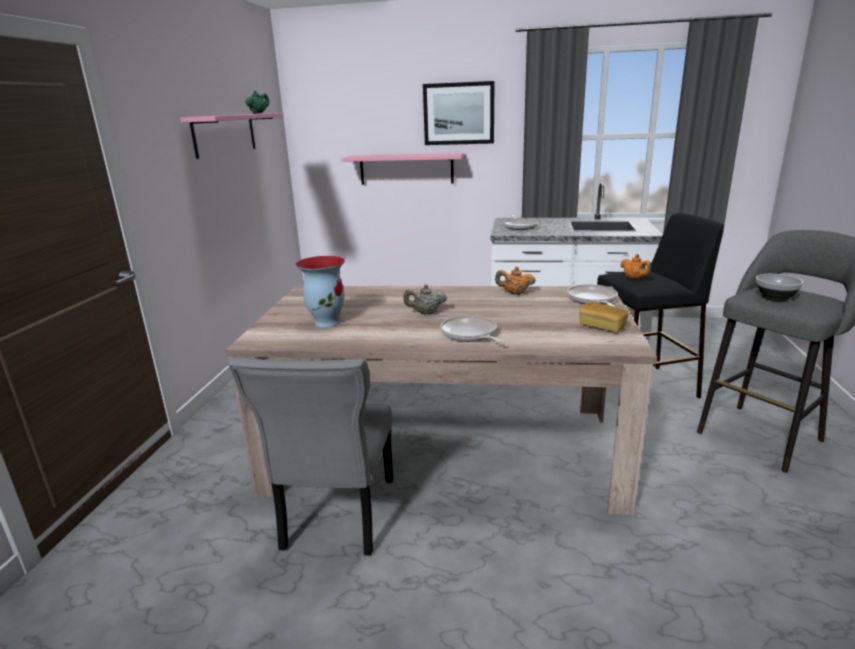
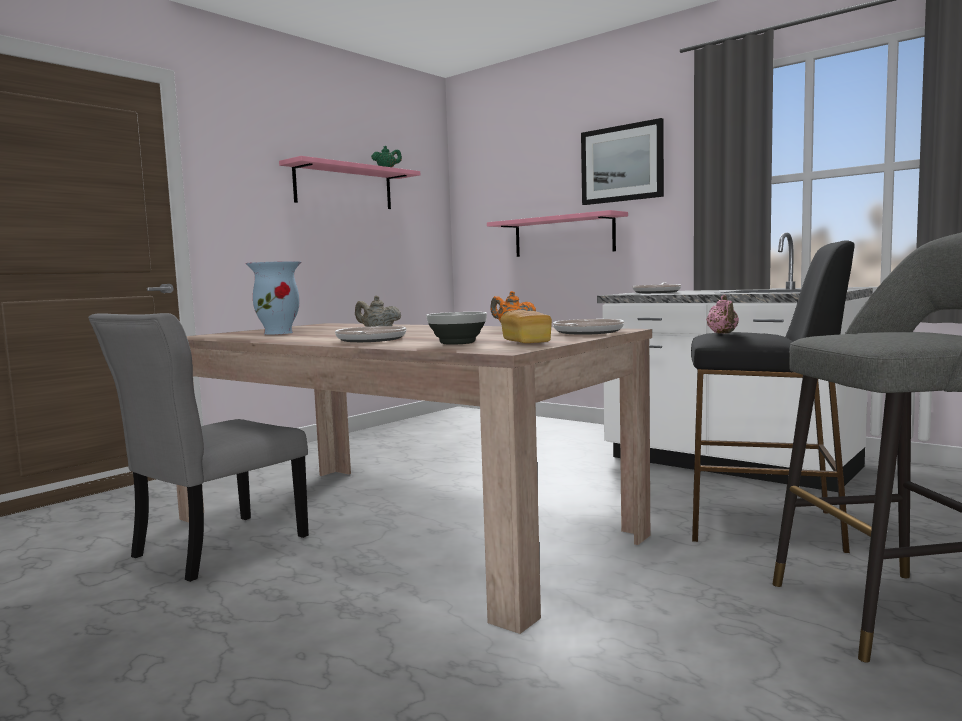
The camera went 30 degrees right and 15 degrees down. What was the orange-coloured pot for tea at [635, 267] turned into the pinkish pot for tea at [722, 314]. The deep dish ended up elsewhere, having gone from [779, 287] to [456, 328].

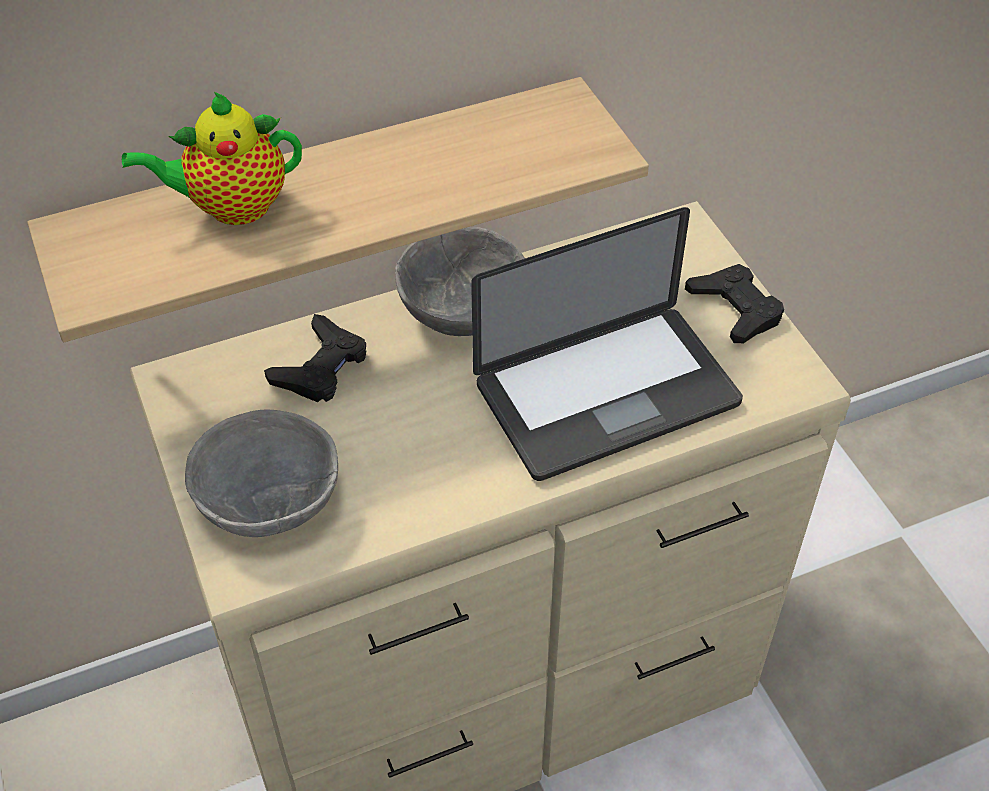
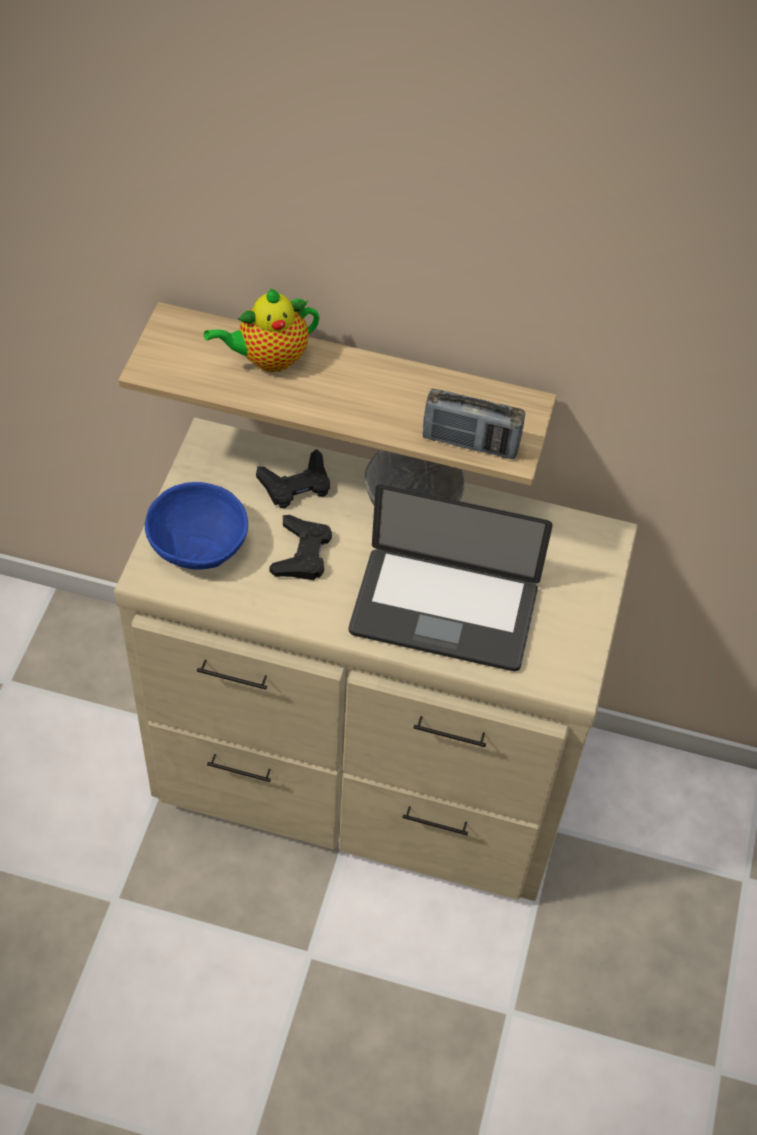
The camera went 35 degrees right and 5 degrees up. The pot for tea at [212, 158] ended up facing another way, 45 degrees counterclockwise from before. The blackish game controller ended up elsewhere, having gone from [734, 303] to [300, 547]. What was the greyish deep dish at [261, 473] turned into the blue-coloured deep dish at [196, 526]. The second view gained the radio receiver at [474, 423].

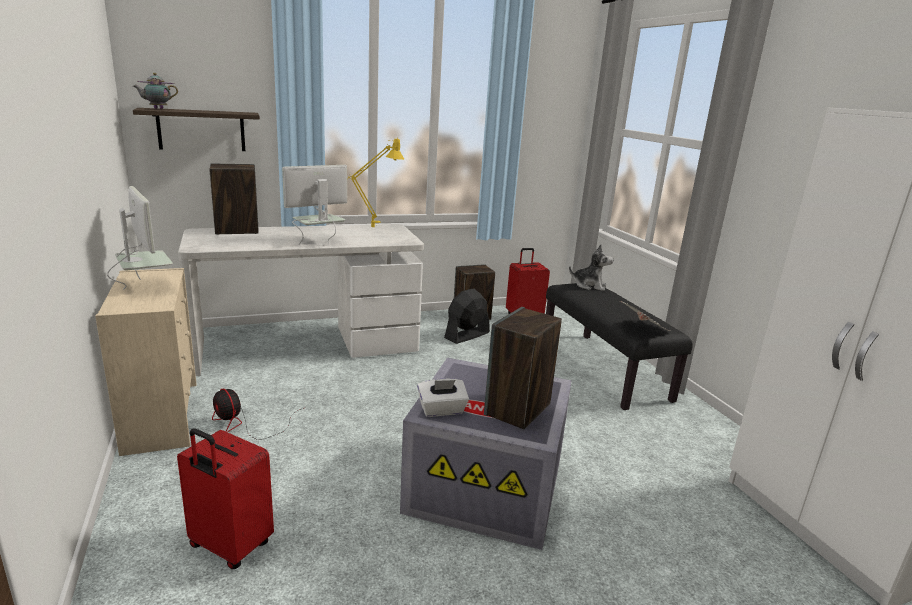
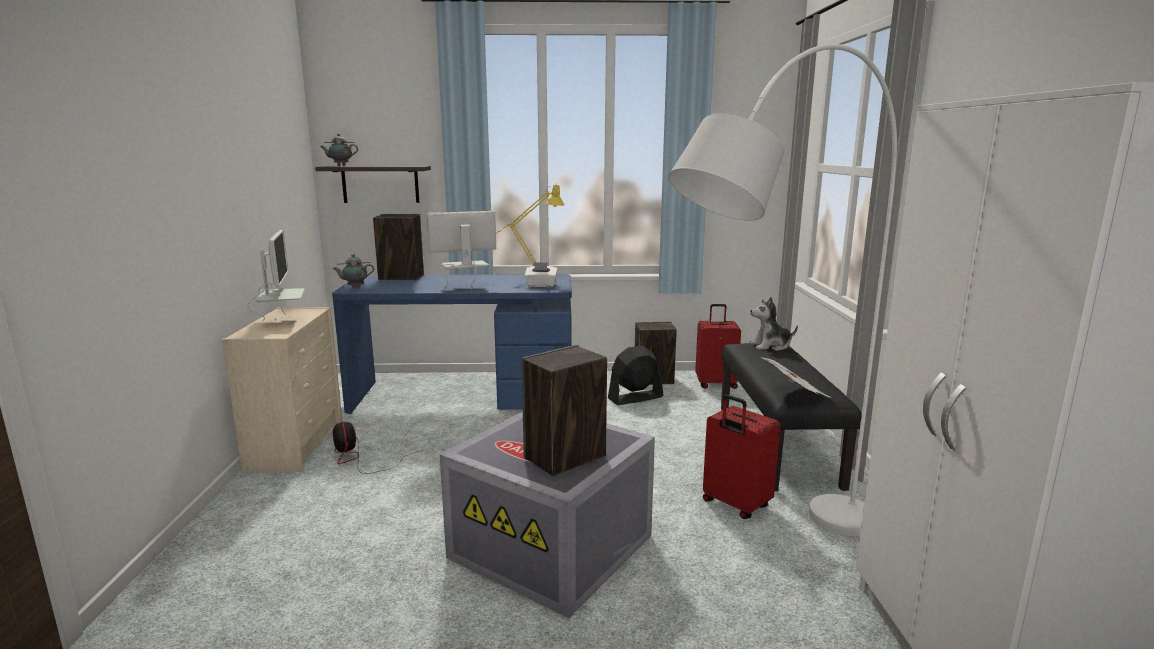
The camera went 20 degrees right and 5 degrees down. What was the white-coloured desk unit at [301, 300] turned into the blue-coloured desk unit at [452, 344]. The cuddly toy at [591, 267] ended up facing another way, 135 degrees clockwise from before. The white-coloured tissue holder ended up elsewhere, having gone from [443, 397] to [541, 274]. The red-coloured suitcase ended up elsewhere, having gone from [225, 498] to [741, 457]. The second view gained the white-coloured standard lamp at [783, 290]. The second view gained the pot for tea at [353, 270].

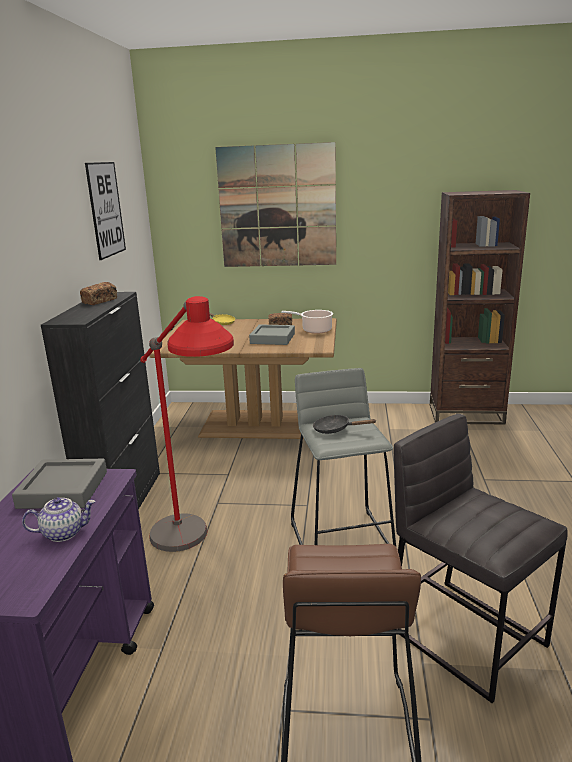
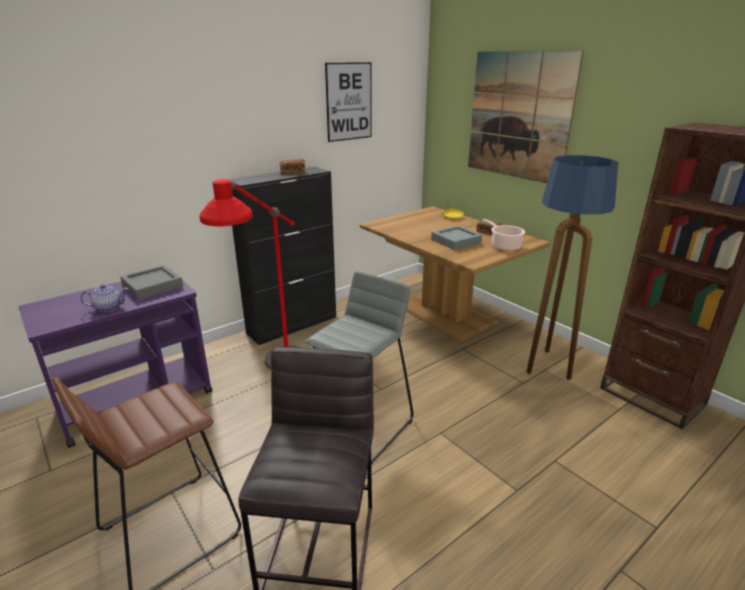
The camera went 45 degrees right and 5 degrees up. The second view lost the blackish frying pan at [345, 424]. The pot for tea at [58, 519] ended up facing another way, 45 degrees counterclockwise from before. The second view gained the standard lamp at [572, 267].

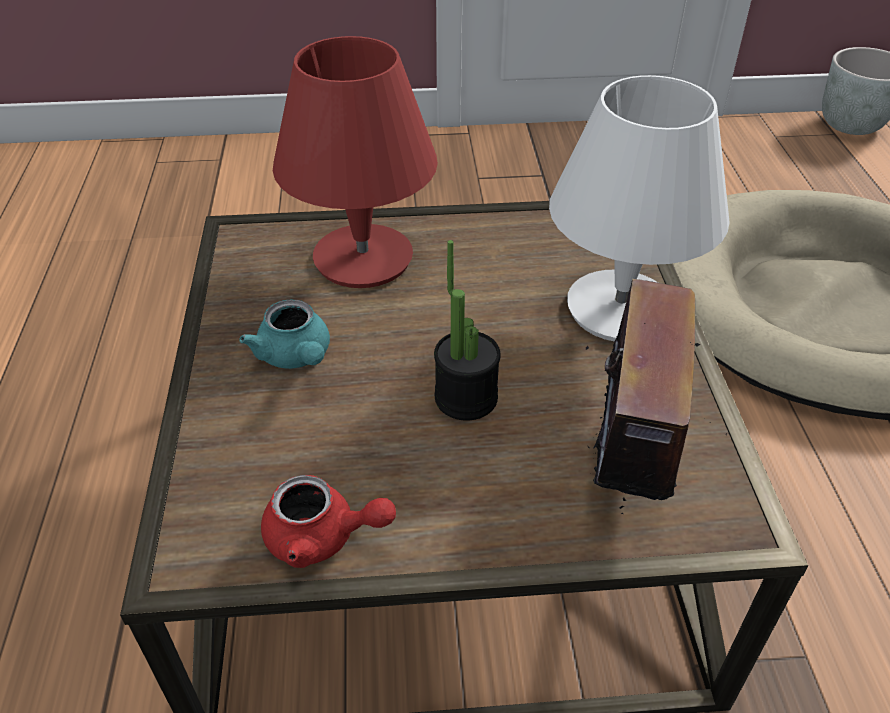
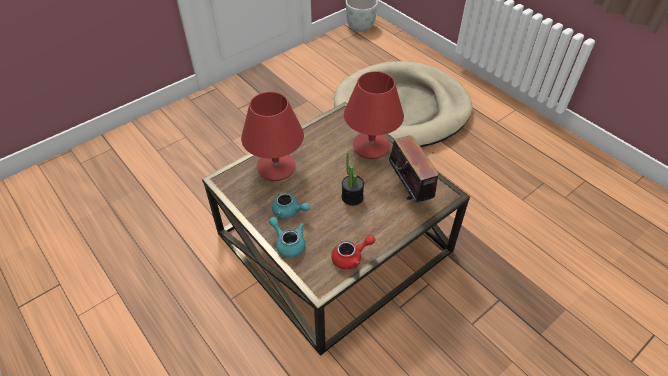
The camera went 35 degrees left and 5 degrees up. What was the white-coloured table lamp at [639, 208] turned into the red-coloured table lamp at [374, 115]. The second view gained the blue-green pot for tea at [287, 237].

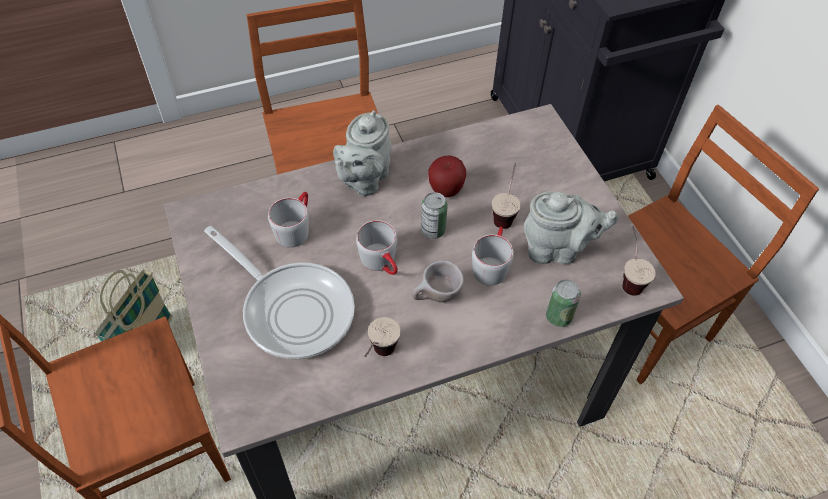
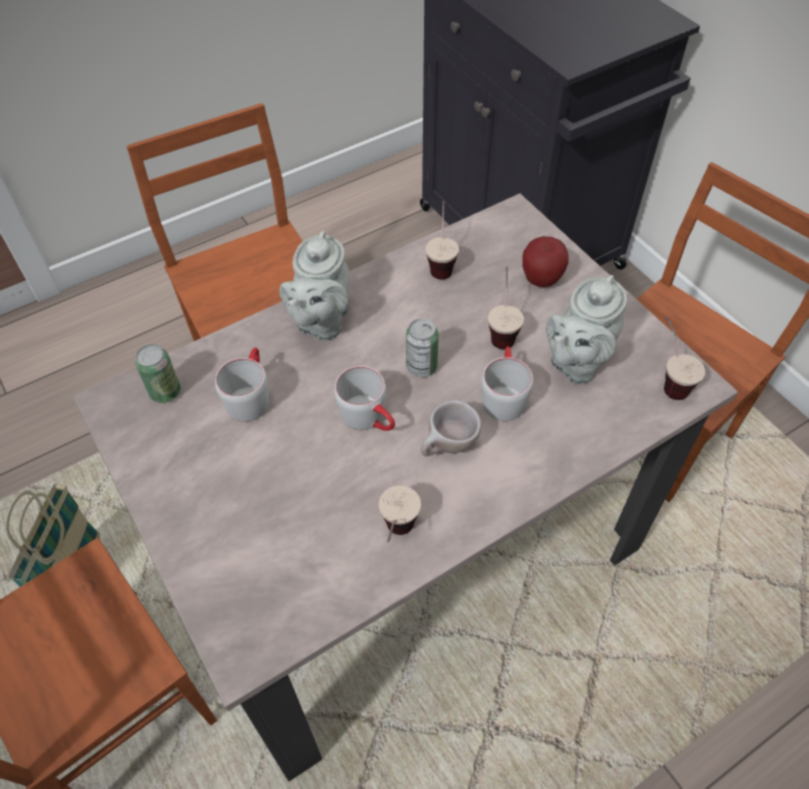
The camera went 10 degrees left and 0 degrees up. The whole apple ended up elsewhere, having gone from [447, 176] to [545, 261]. The greyish pot for tea at [571, 227] ended up facing another way, 135 degrees clockwise from before. The second view lost the frying pan at [279, 293]. The can ended up elsewhere, having gone from [563, 303] to [158, 373]. The second view gained the cup at [442, 240].

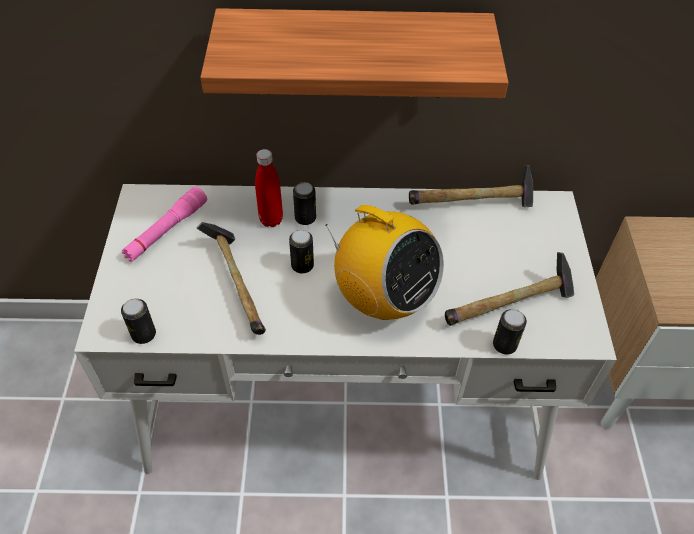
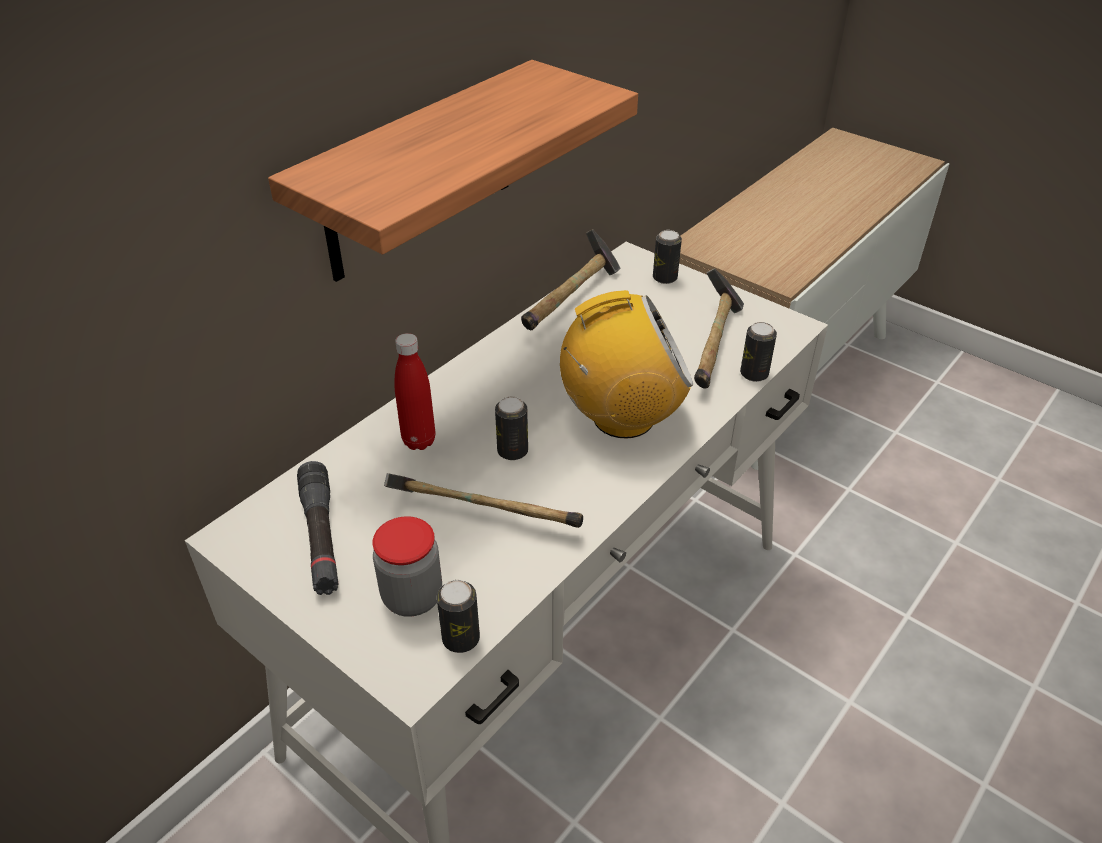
The camera went 50 degrees left and 10 degrees down. The can ended up elsewhere, having gone from [304, 203] to [667, 257]. What was the pinkish flashlight at [164, 224] turned into the blackish flashlight at [317, 528]. The second view gained the jar at [407, 566].

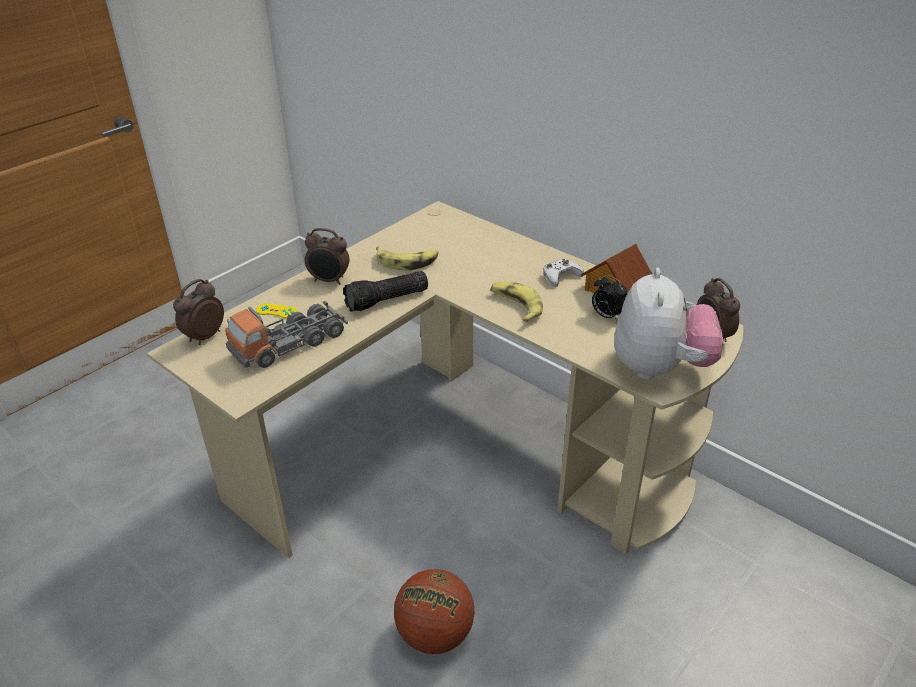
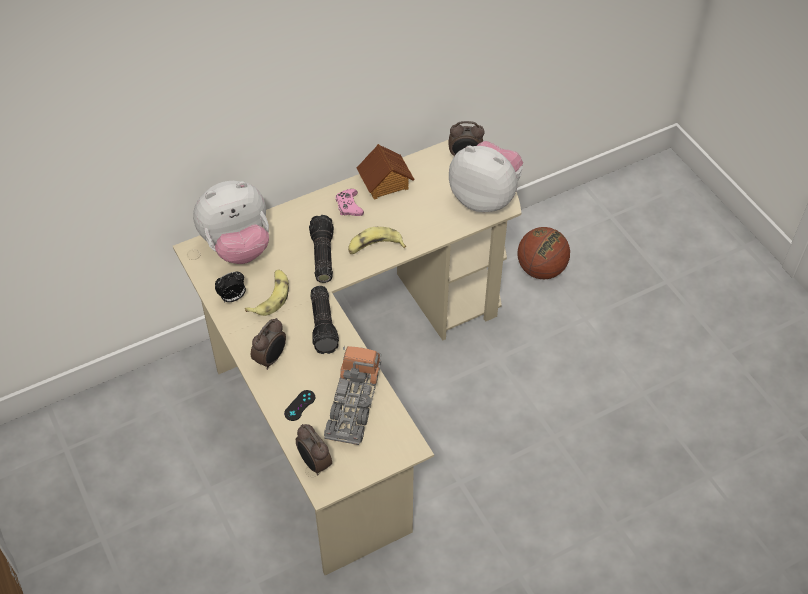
The camera went 70 degrees left and 15 degrees up. What was the white-coloured game controller at [563, 273] turned into the pinkish game controller at [350, 202]. The alarm clock ended up elsewhere, having gone from [609, 298] to [230, 287]. The toy lorry at [287, 334] ended up facing another way, 150 degrees counterclockwise from before. What was the yellow-coloured game controller at [277, 310] turned into the blackish game controller at [299, 405]. The ball for basketball ended up elsewhere, having gone from [434, 611] to [544, 253]. The second view gained the cuddly toy at [231, 222]. The second view gained the flashlight at [321, 249].

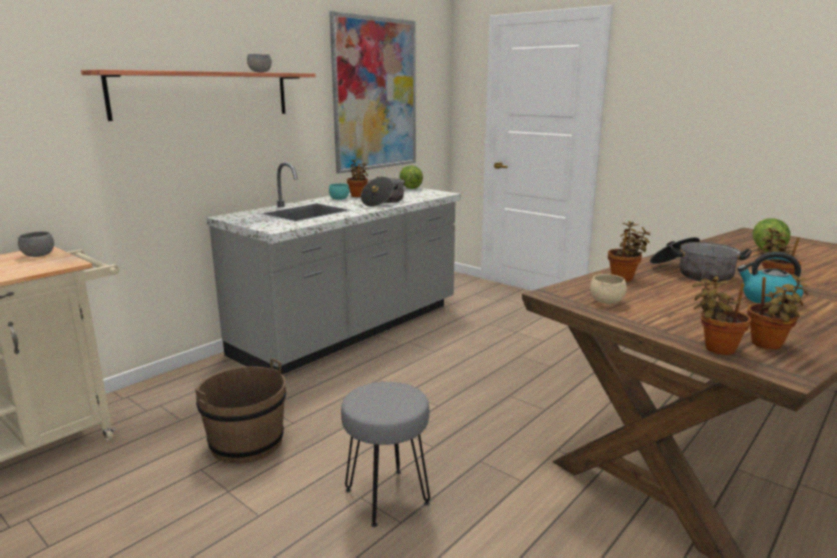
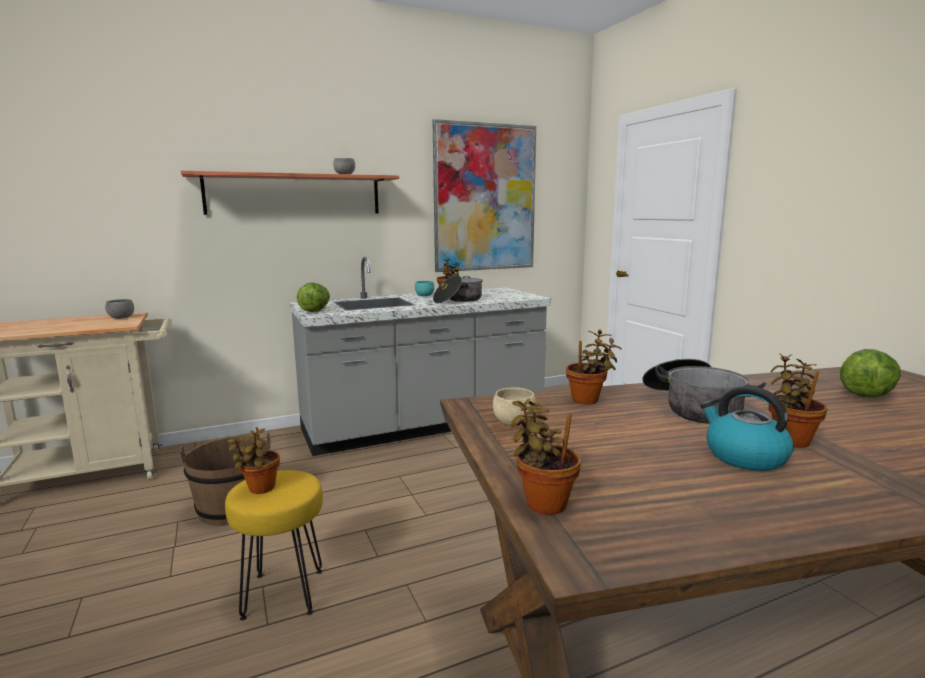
The camera went 25 degrees right and 5 degrees down. The lettuce head ended up elsewhere, having gone from [411, 177] to [313, 297]. The plant in a pot ended up elsewhere, having gone from [777, 312] to [254, 460]. What was the greyish stool at [385, 454] turned into the yellow-coloured stool at [274, 545].

